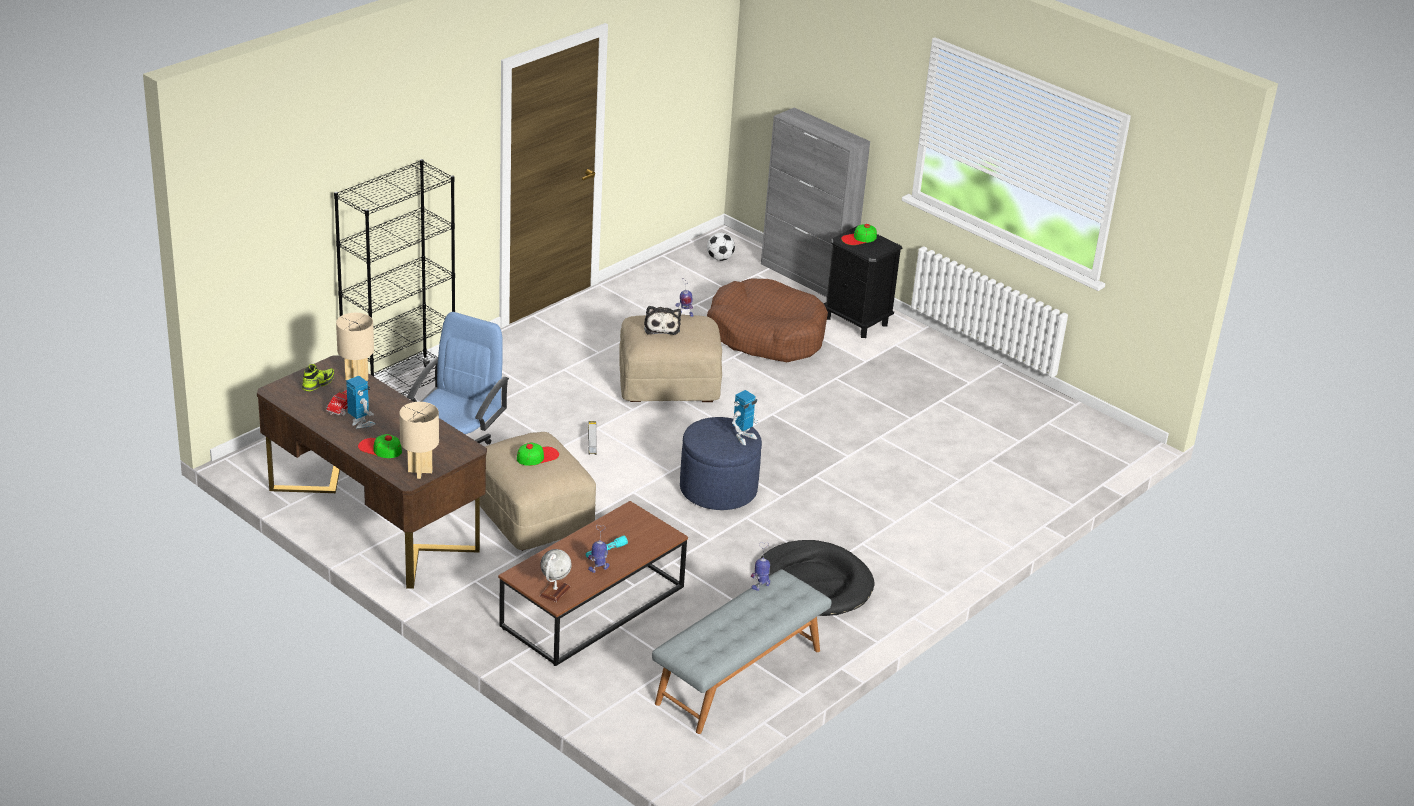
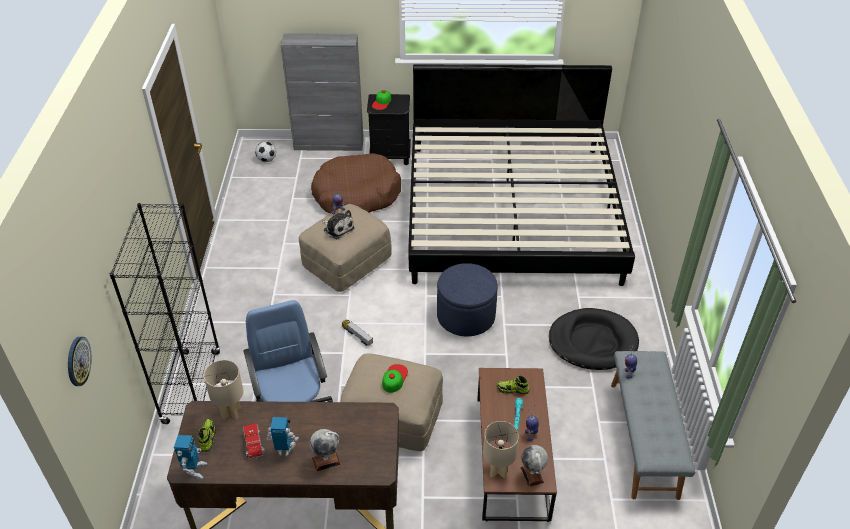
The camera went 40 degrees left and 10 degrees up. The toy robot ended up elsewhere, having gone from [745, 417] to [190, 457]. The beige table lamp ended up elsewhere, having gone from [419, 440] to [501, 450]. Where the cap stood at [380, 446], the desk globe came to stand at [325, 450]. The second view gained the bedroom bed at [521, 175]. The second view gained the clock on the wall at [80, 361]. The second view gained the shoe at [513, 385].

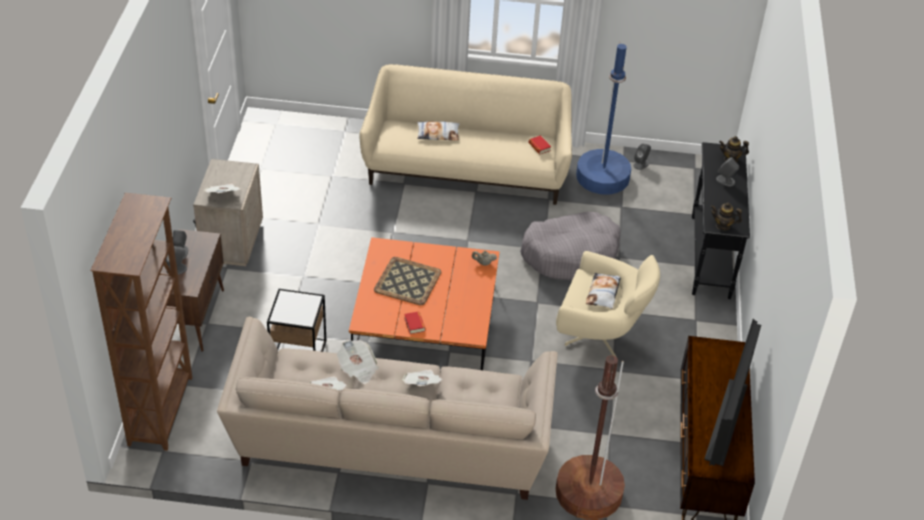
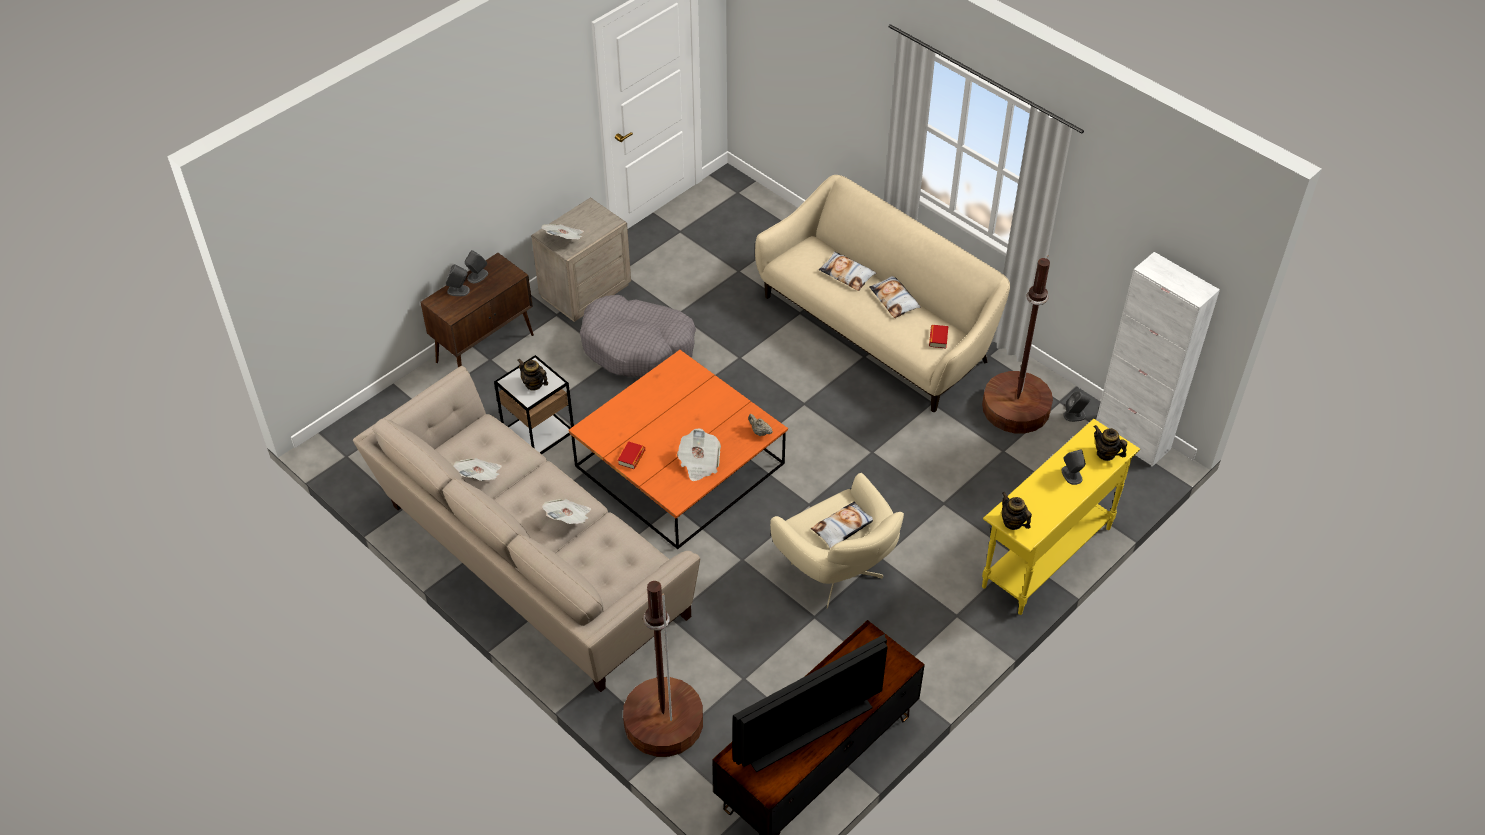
The camera went 40 degrees right and 5 degrees up. What was the blue-coloured standard lamp at [603, 118] turned into the brown standard lamp at [1017, 344]. What was the blackish hall table at [721, 220] turned into the yellow-coloured hall table at [1061, 517]. The second view lost the brown bookcase at [141, 322]. The greyish dog bed ended up elsewhere, having gone from [570, 246] to [638, 336]. The second view lost the carrying tray at [407, 281]. The daily paper ended up elsewhere, having gone from [358, 361] to [699, 454]. The second view gained the white-coloured cabinet at [1158, 359]. The second view gained the cushion at [895, 297]. The second view gained the pot for tea at [533, 375].

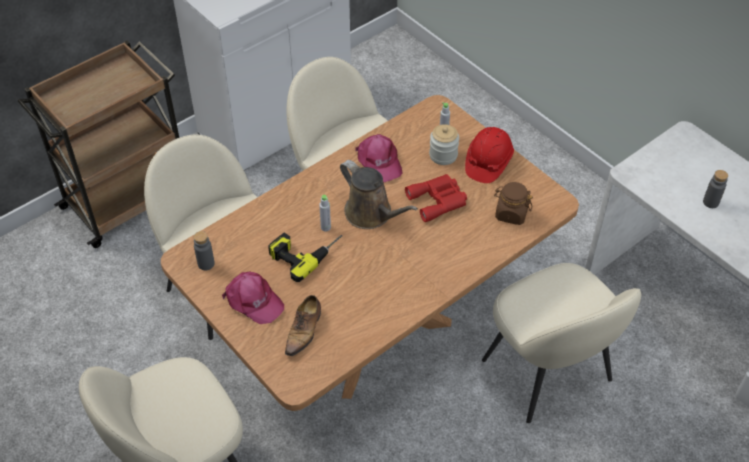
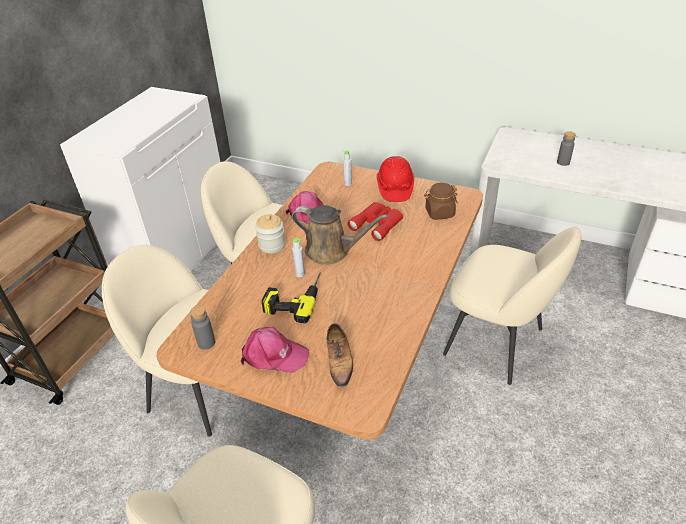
The camera went 25 degrees left and 10 degrees down. The jar ended up elsewhere, having gone from [444, 144] to [270, 233].

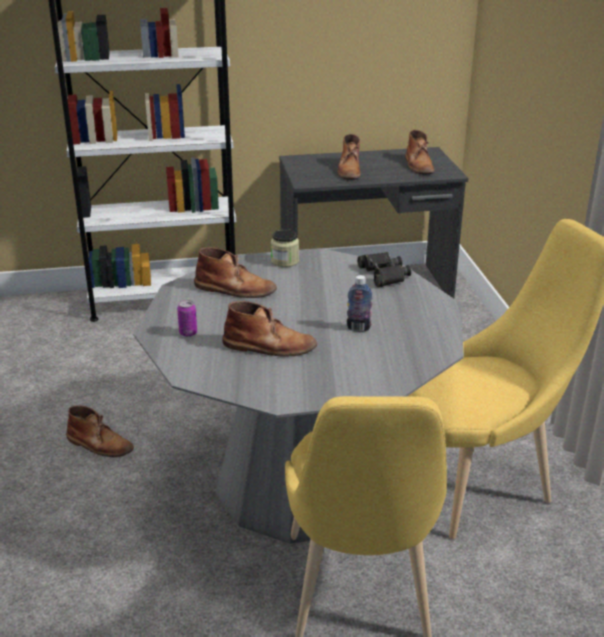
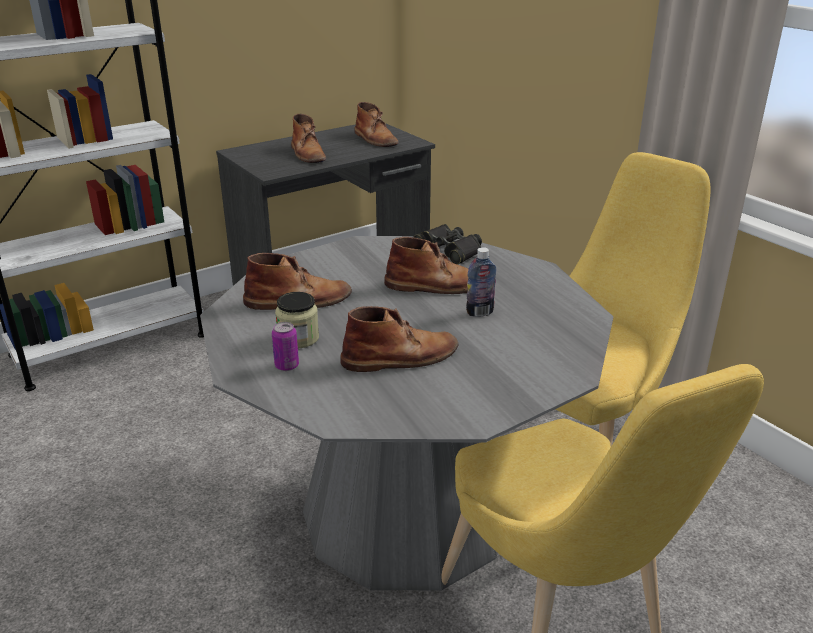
The camera went 25 degrees left and 0 degrees up. The jar ended up elsewhere, having gone from [285, 248] to [297, 320]. The brown tall boot ended up elsewhere, having gone from [100, 431] to [426, 265].

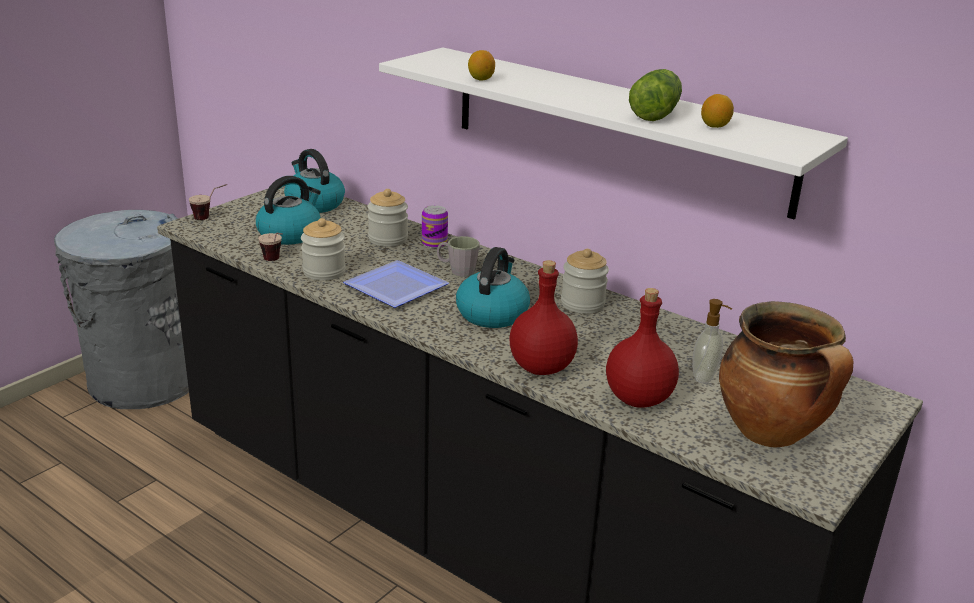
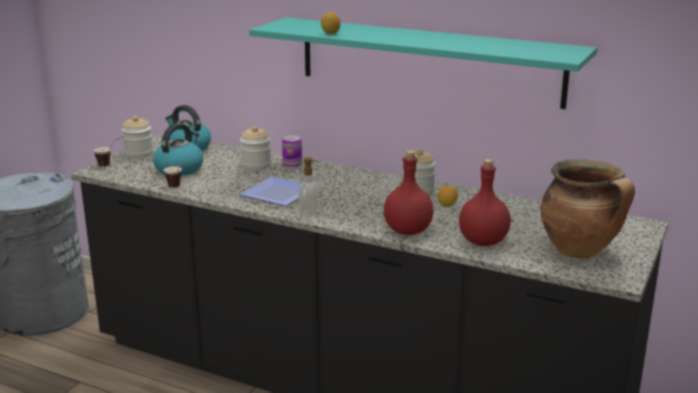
The camera went 10 degrees left and 5 degrees down. What was the white-coloured bracket shelf at [613, 133] turned into the blue-green bracket shelf at [423, 63]. The second view lost the lettuce head at [655, 95]. The lemon ended up elsewhere, having gone from [717, 111] to [447, 196]. The jar ended up elsewhere, having gone from [323, 249] to [137, 137]. The second view lost the greyish tea mug at [458, 256]. The second view lost the tea kettle at [493, 287]. The soap dispenser ended up elsewhere, having gone from [712, 341] to [308, 187].

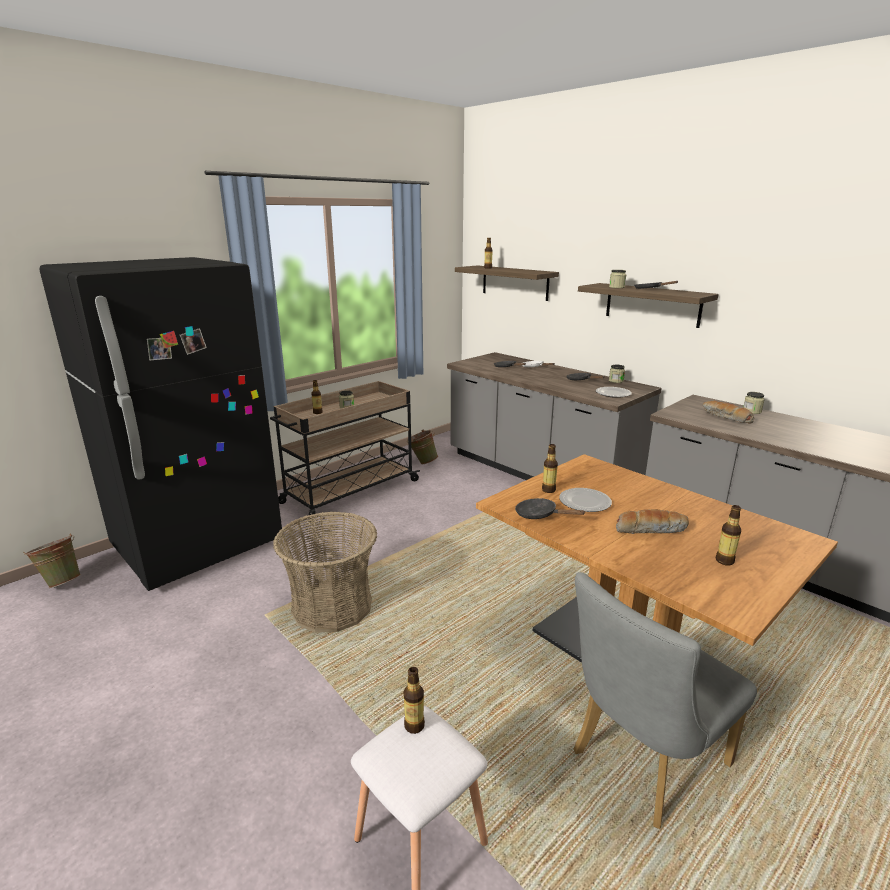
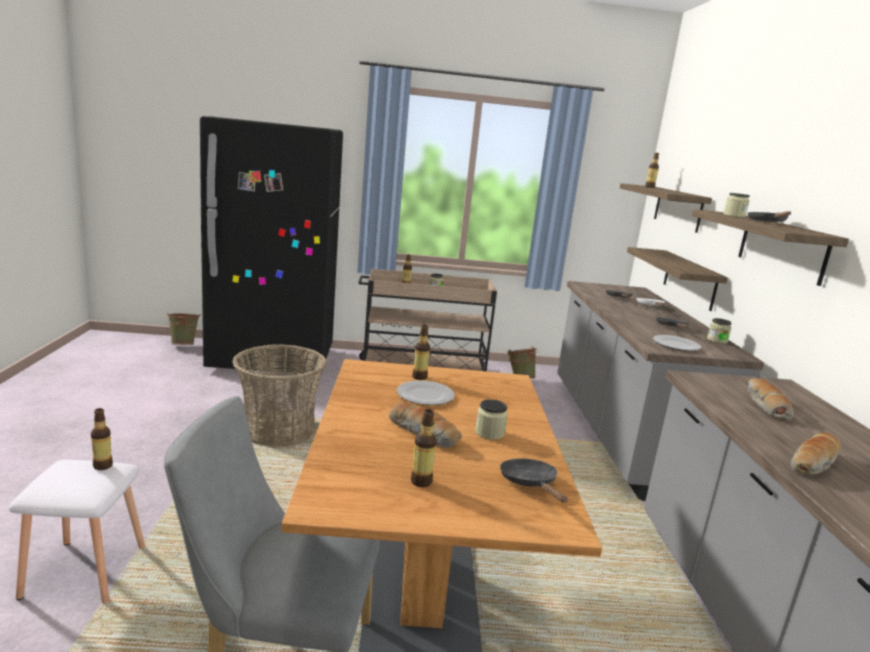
The camera went 40 degrees right and 5 degrees down. The jar ended up elsewhere, having gone from [754, 403] to [491, 419]. The blackish frying pan ended up elsewhere, having gone from [550, 508] to [534, 480]. The second view gained the bracket shelf at [677, 279]. The second view gained the baked bread at [816, 454].

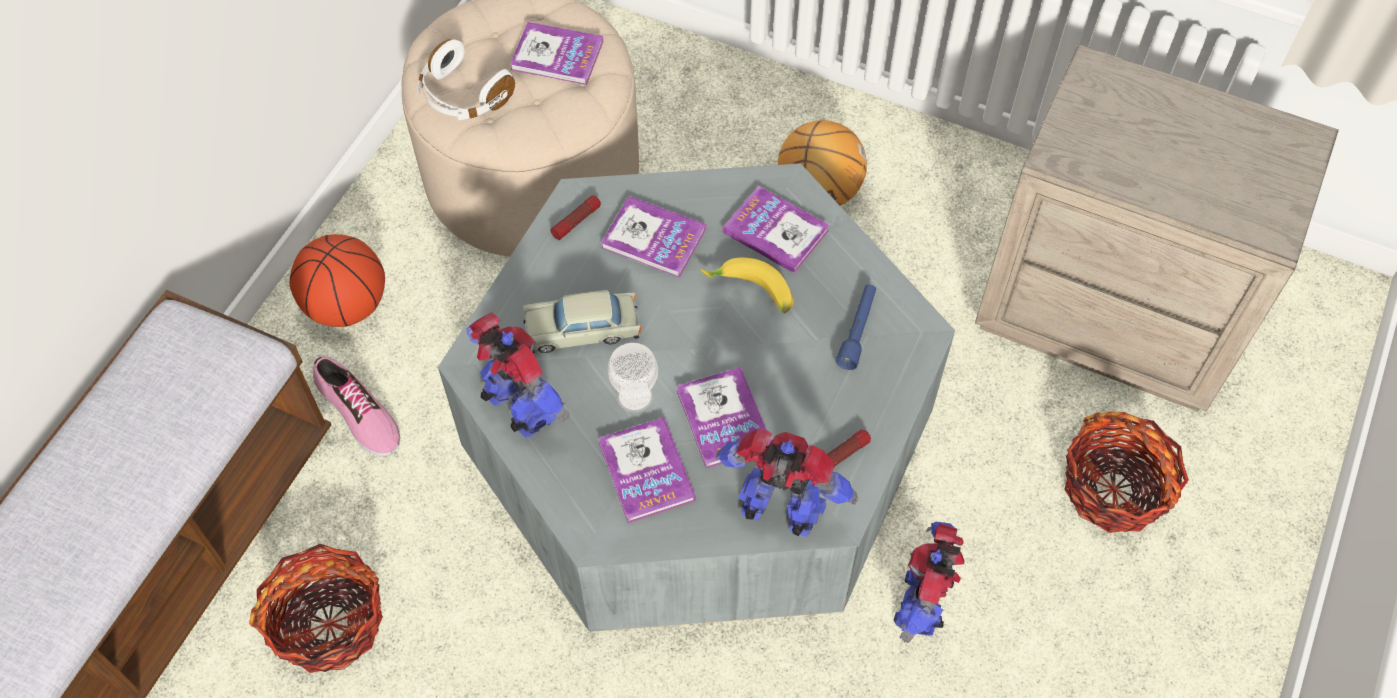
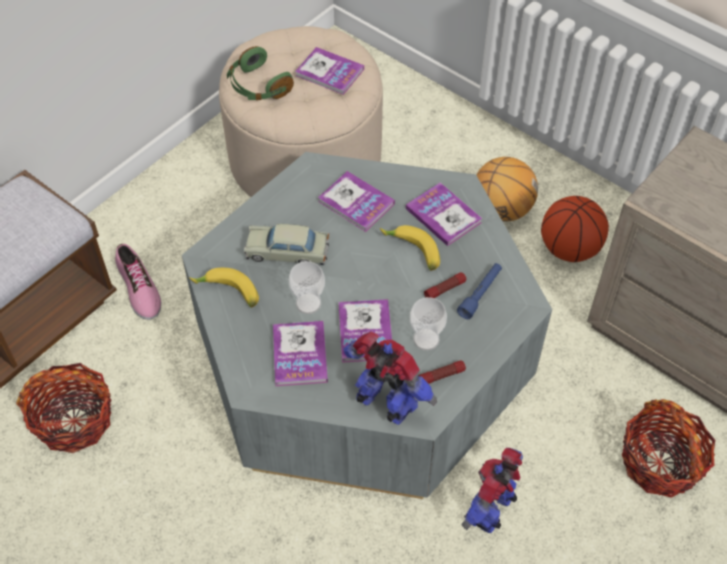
The camera went 15 degrees right and 5 degrees down. What was the white-coloured pair of headphones at [466, 79] turned into the greenish pair of headphones at [260, 73]. The flashlight ended up elsewhere, having gone from [575, 217] to [445, 285]. The ball for basketball ended up elsewhere, having gone from [337, 280] to [575, 229]. Where the toy robot stood at [518, 375], the banana came to stand at [224, 288]. The second view gained the cup at [428, 324].

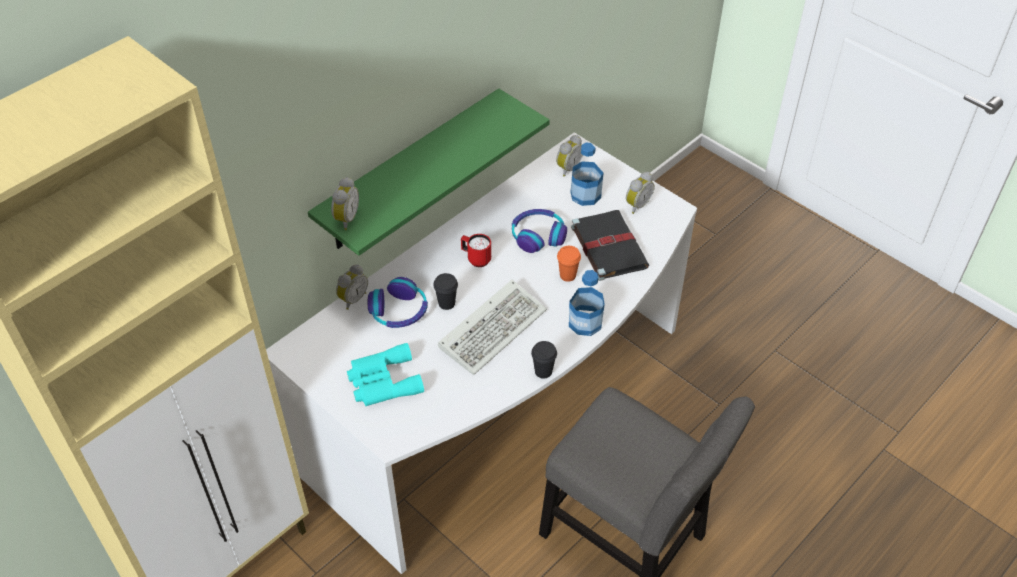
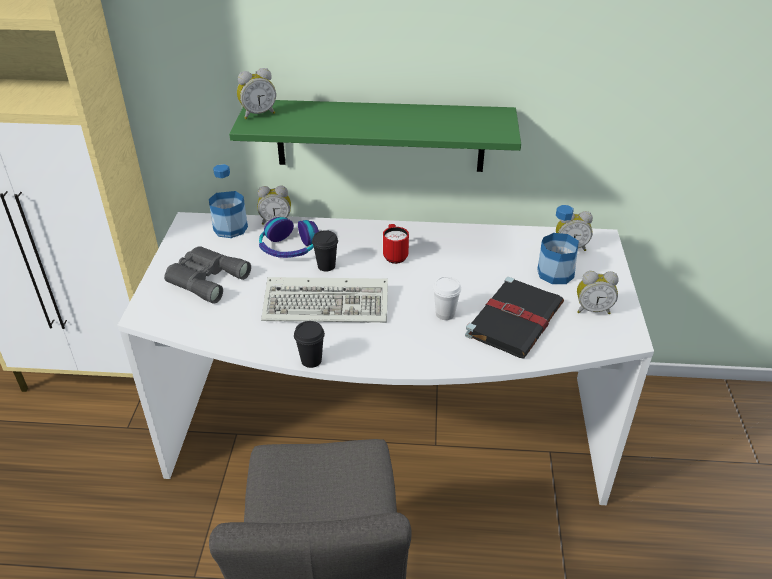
The camera went 50 degrees right and 10 degrees down. The second view lost the pair of headphones at [539, 231]. What was the orange-coloured cup at [569, 264] turned into the white-coloured cup at [447, 298]. The beverage bottle ended up elsewhere, having gone from [587, 303] to [228, 201]. What was the blue-green field glasses at [385, 374] turned into the greyish field glasses at [207, 275].

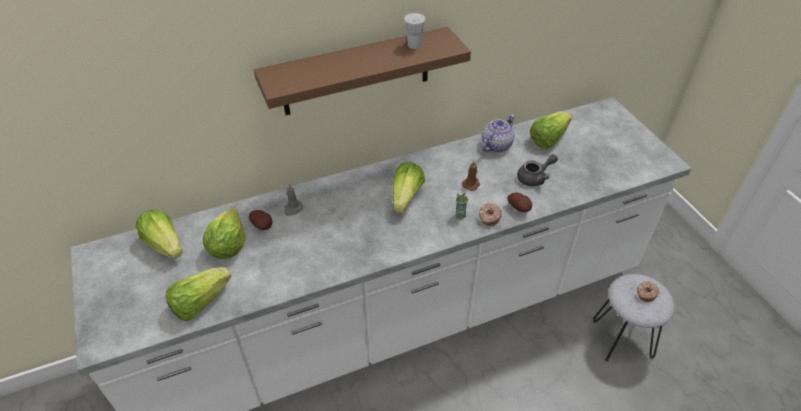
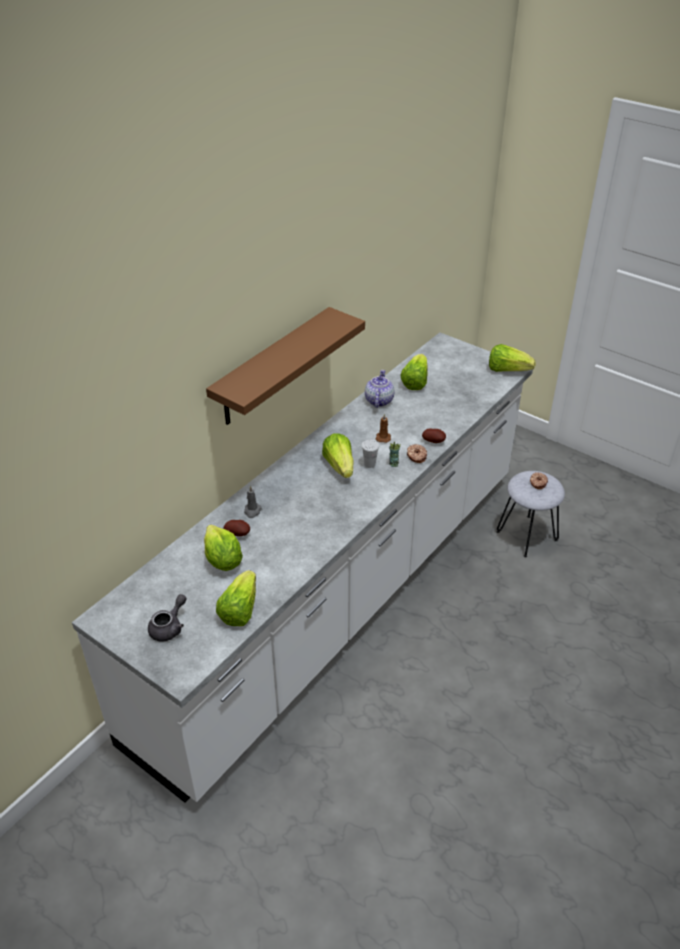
The camera went 30 degrees left and 5 degrees down. The white-coloured cup ended up elsewhere, having gone from [415, 31] to [370, 454]. The greyish pot for tea ended up elsewhere, having gone from [537, 170] to [167, 618]. The lettuce head ended up elsewhere, having gone from [159, 234] to [512, 358].

